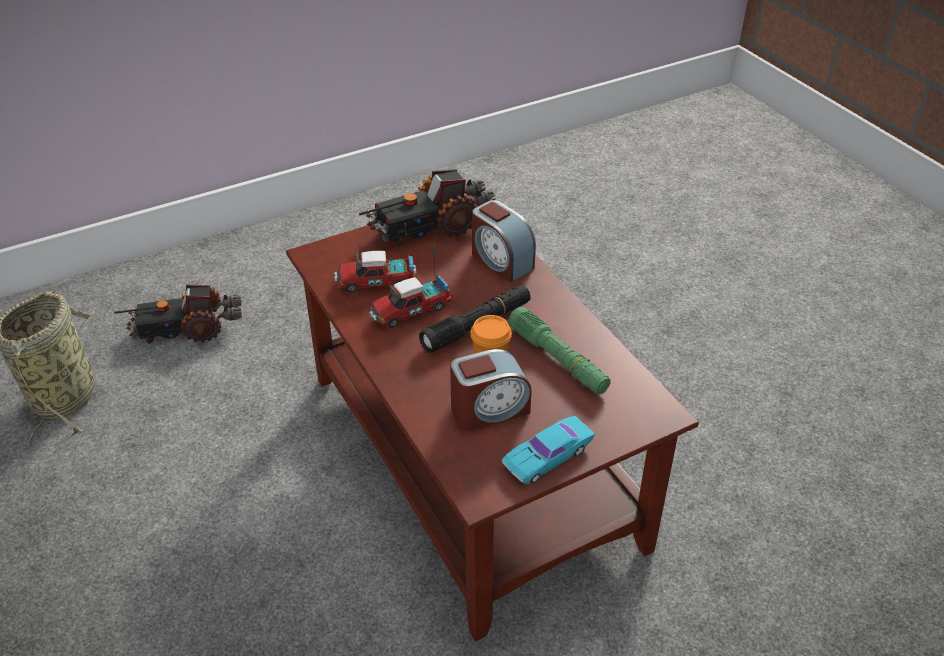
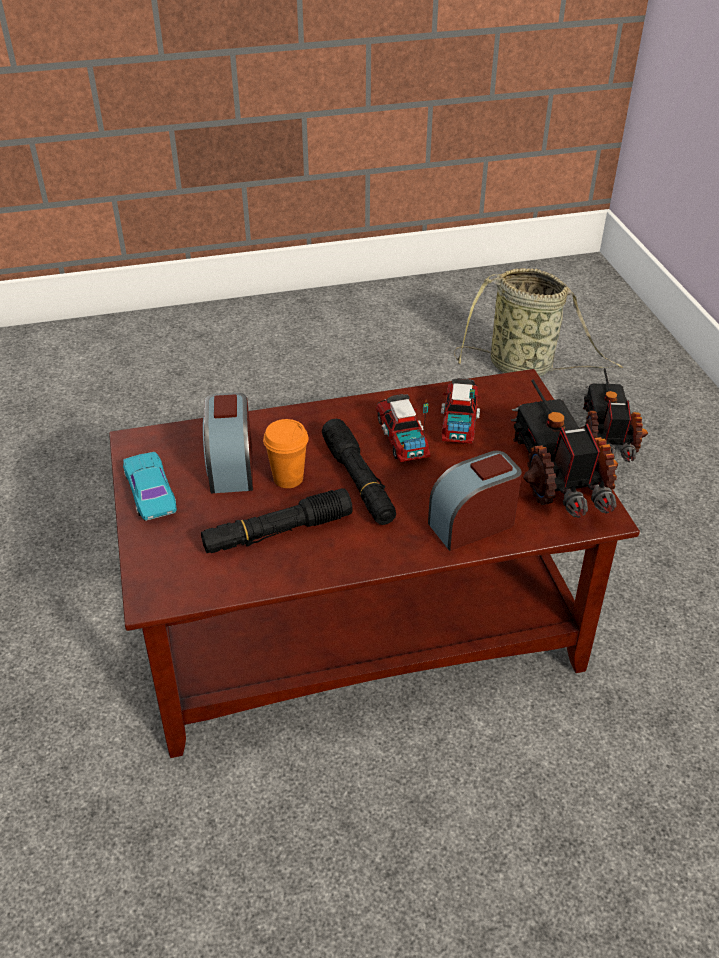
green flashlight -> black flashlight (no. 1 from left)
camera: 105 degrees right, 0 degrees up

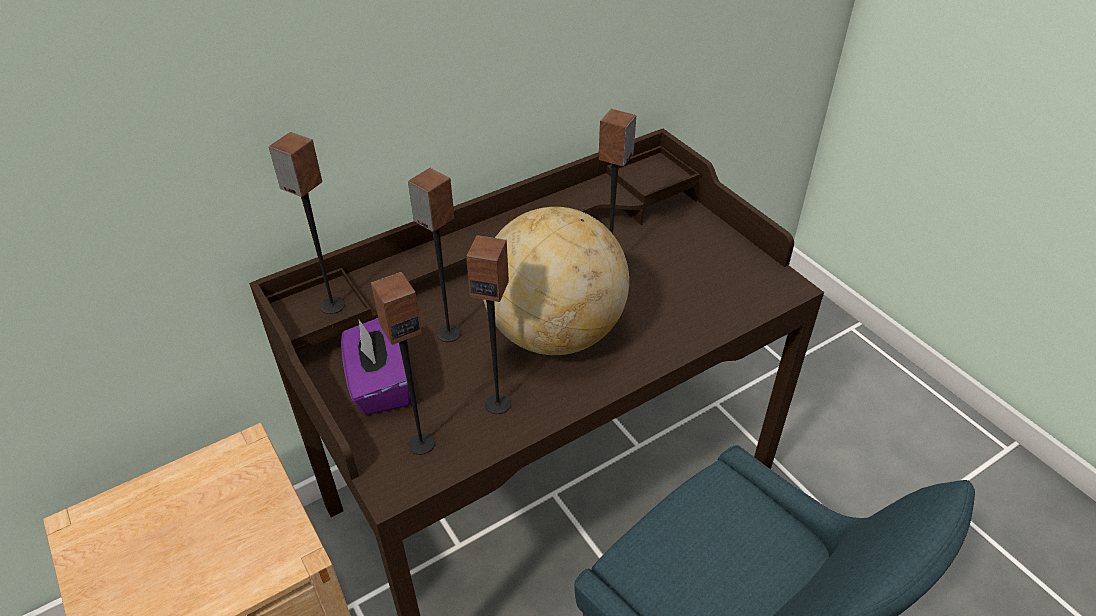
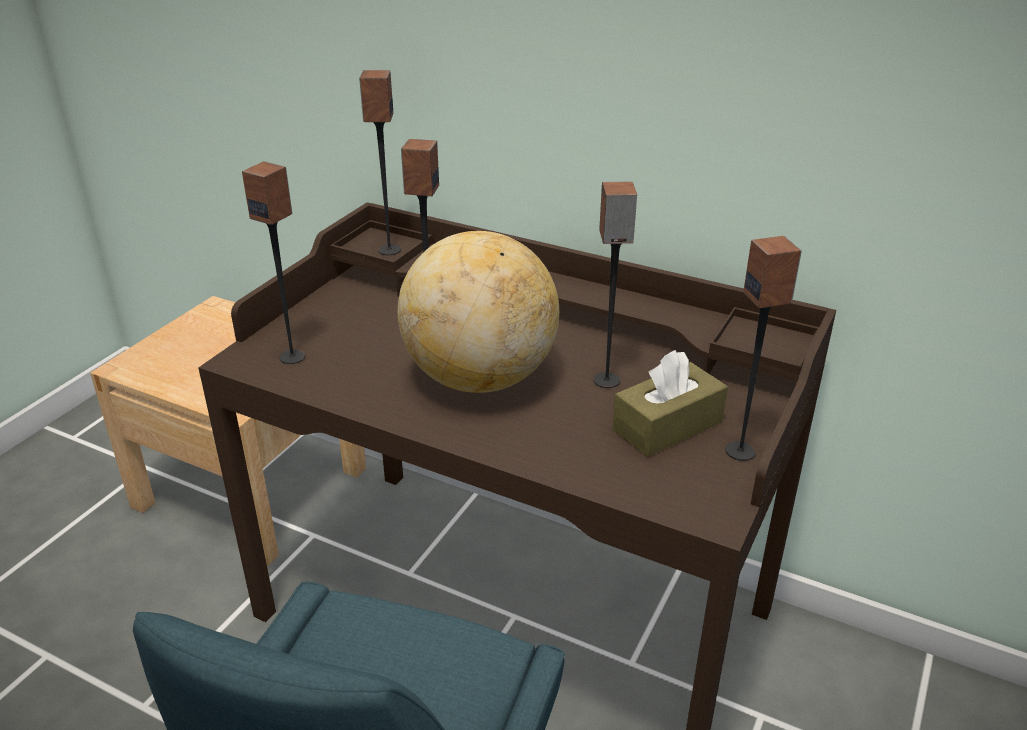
speaker (no. 4 from left in the first image) -> speaker (no. 5 from left), relocated
purple tissue box -> none
none -> brown tissue box
camera: 60 degrees right, 10 degrees down

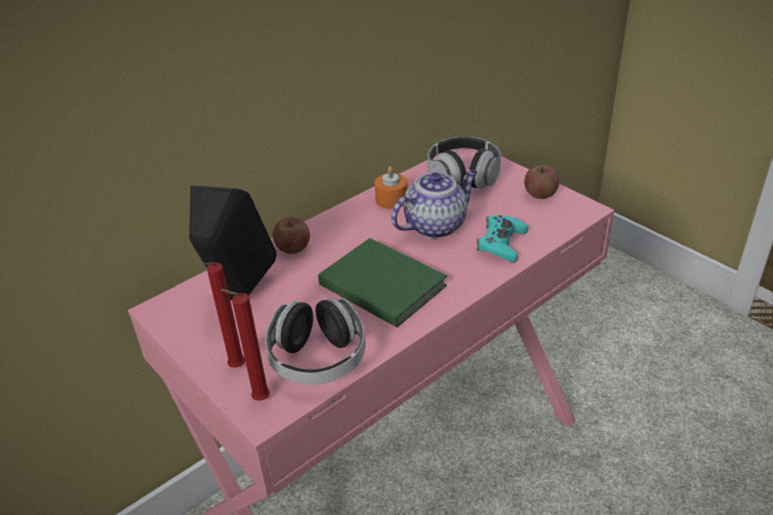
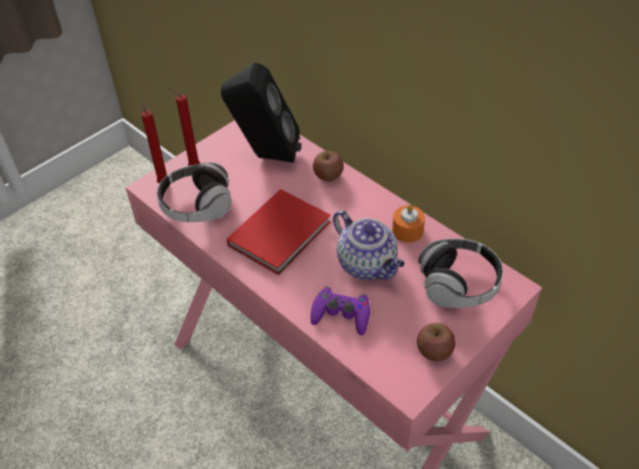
turquoise game controller -> purple game controller
green book -> red book
camera: 85 degrees right, 10 degrees up

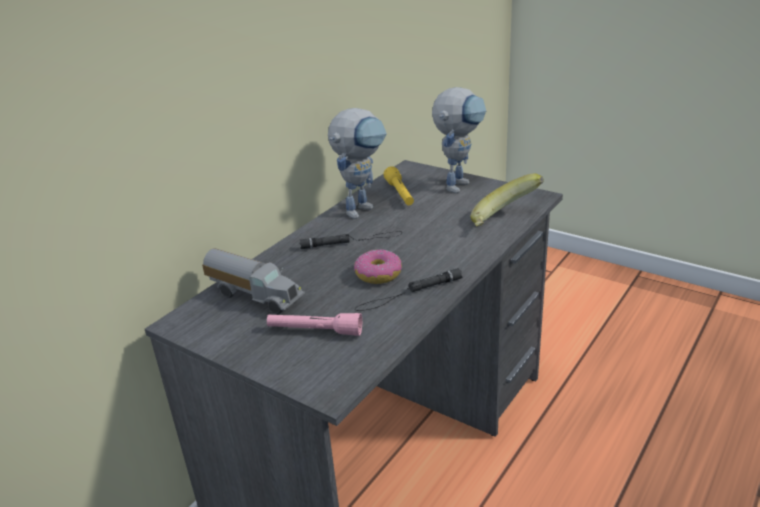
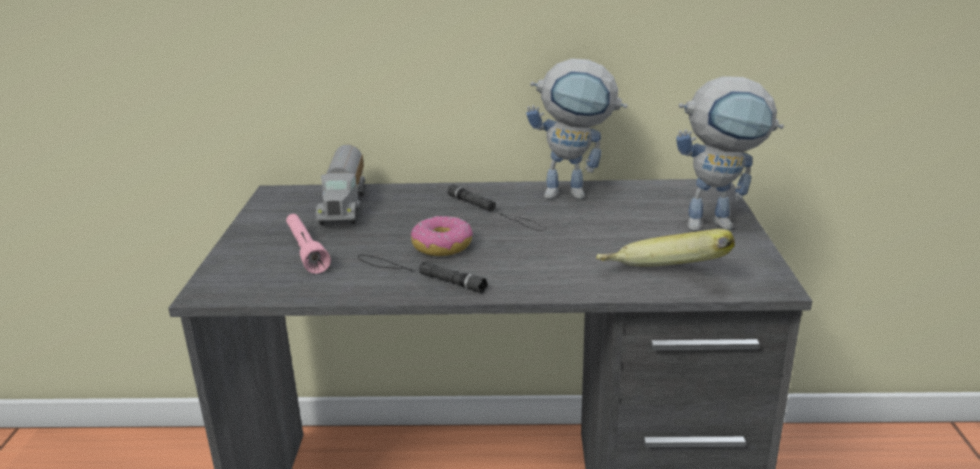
yellow flashlight -> none
camera: 55 degrees right, 5 degrees down

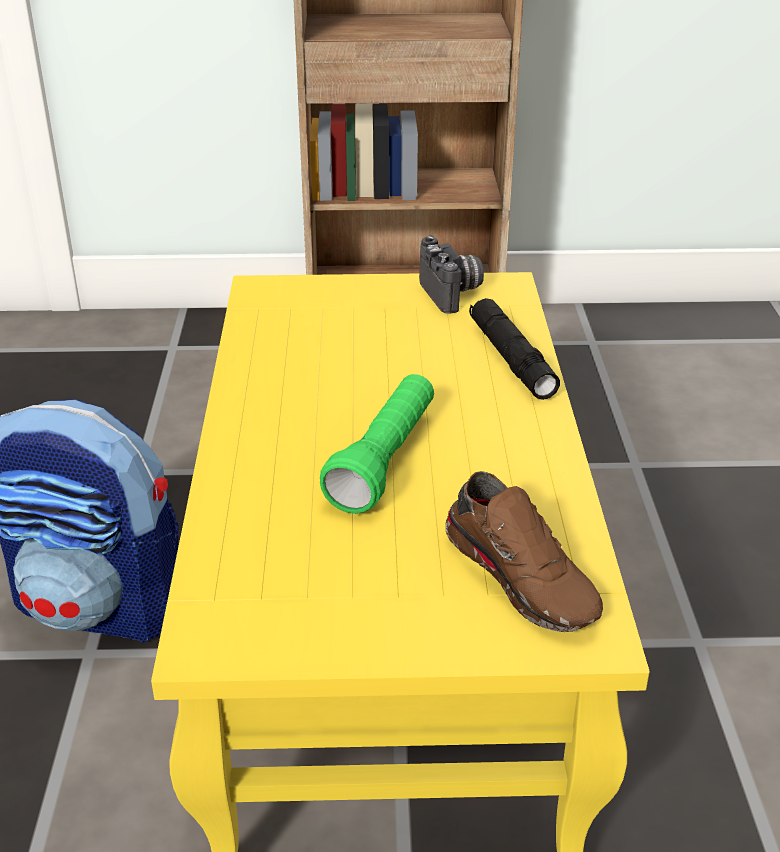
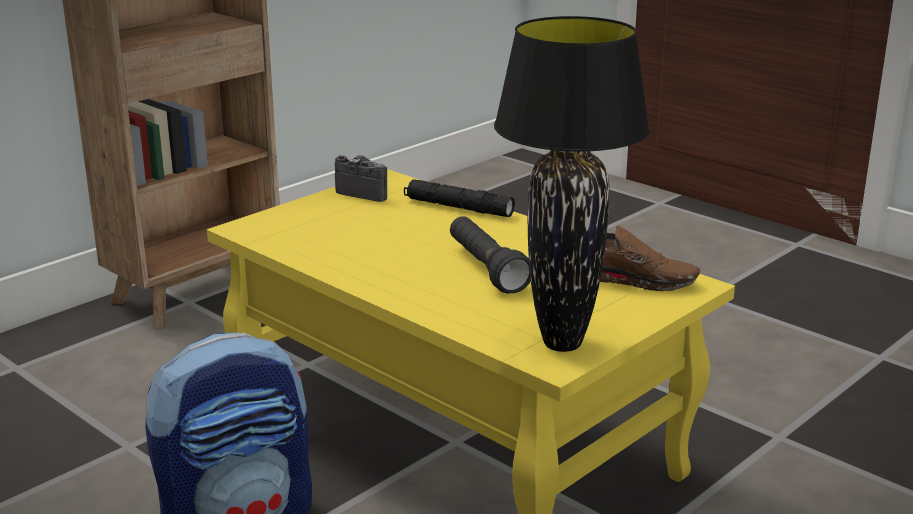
green flashlight -> black flashlight (no. 2 from left)
none -> black table lamp
camera: 45 degrees left, 10 degrees down

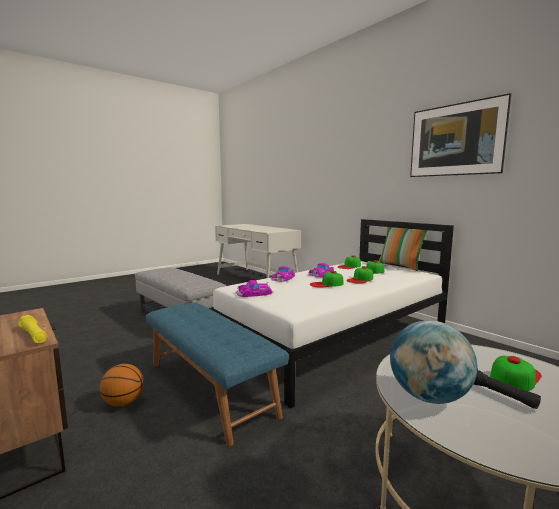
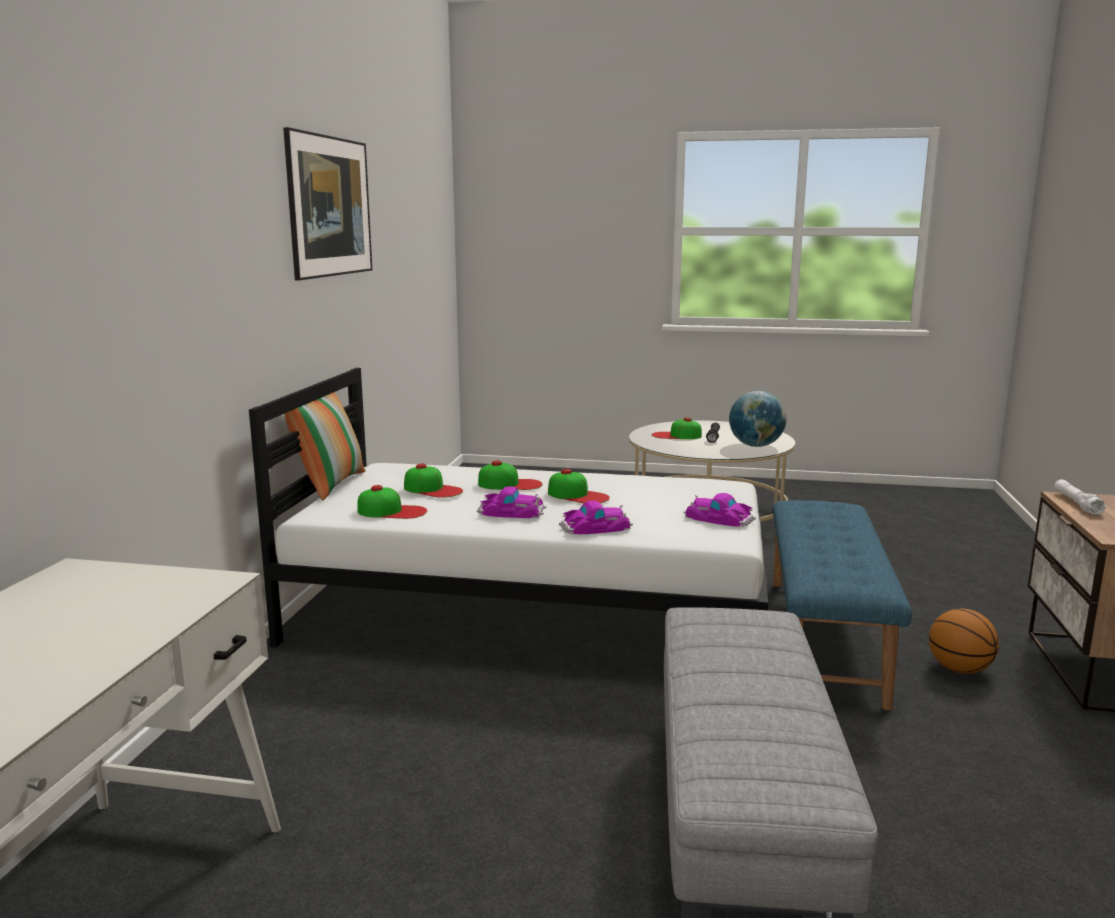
yellow flashlight -> white flashlight
camera: 130 degrees left, 5 degrees up

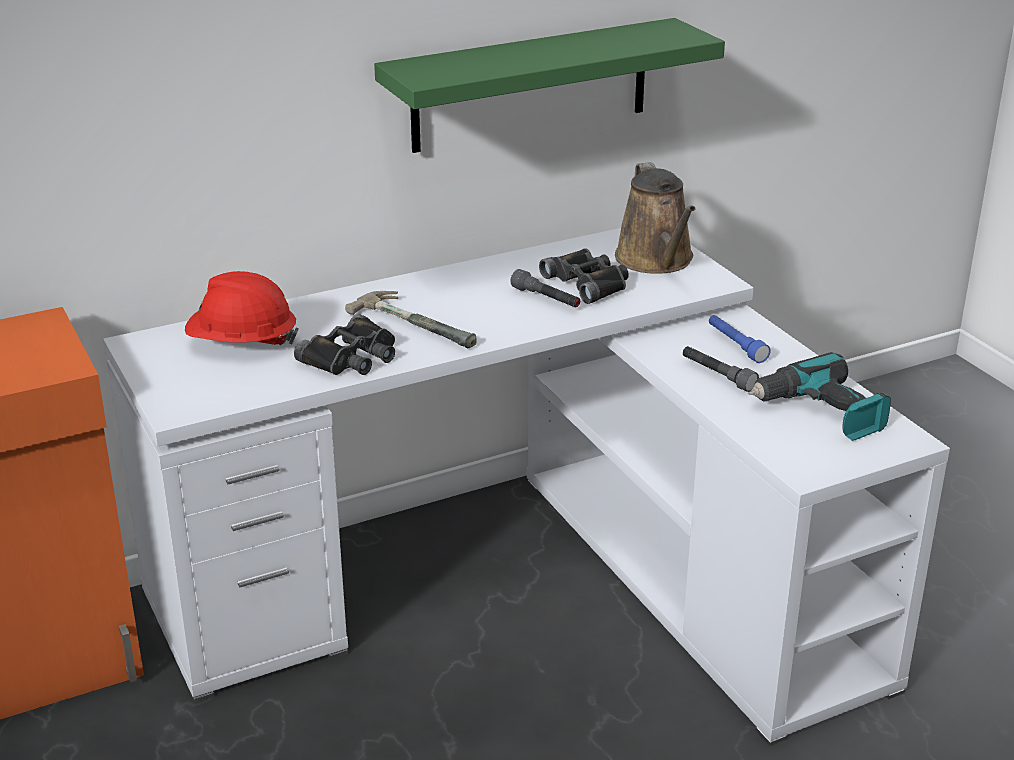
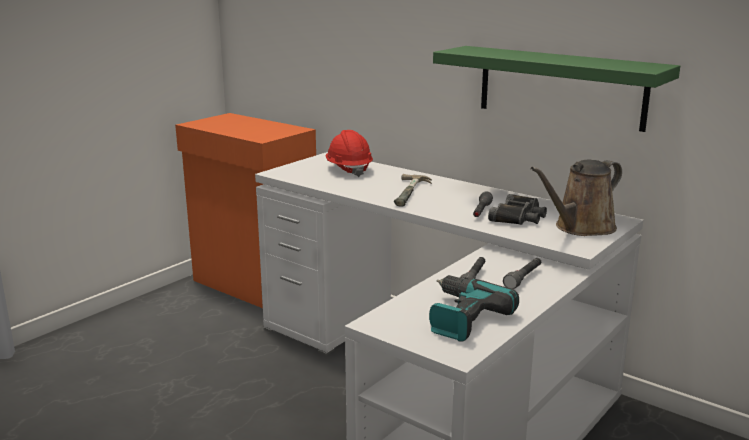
black binoculars (no. 1 from left) -> none
blue flashlight -> grey flashlight (no. 3 from left)
camera: 65 degrees right, 10 degrees down

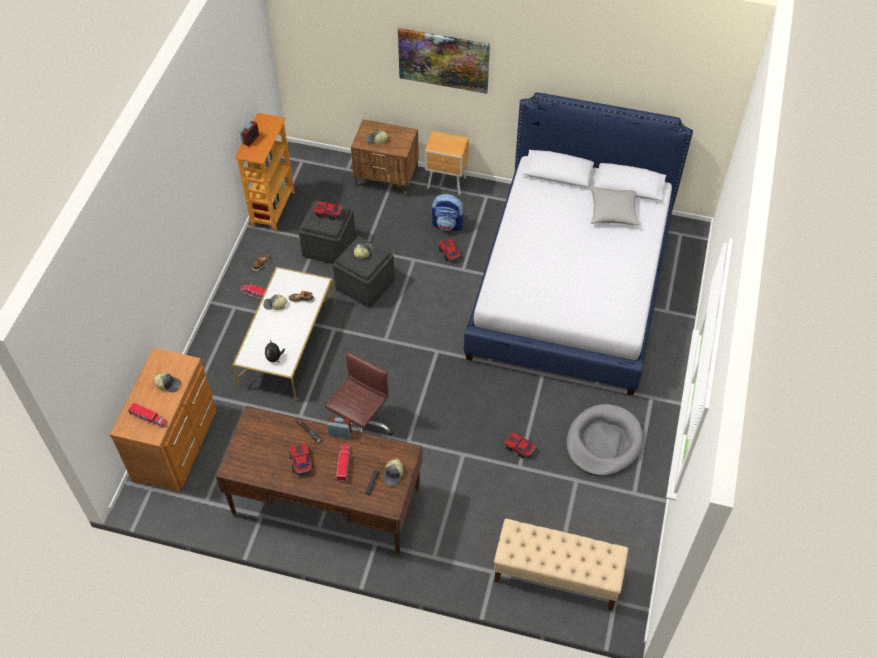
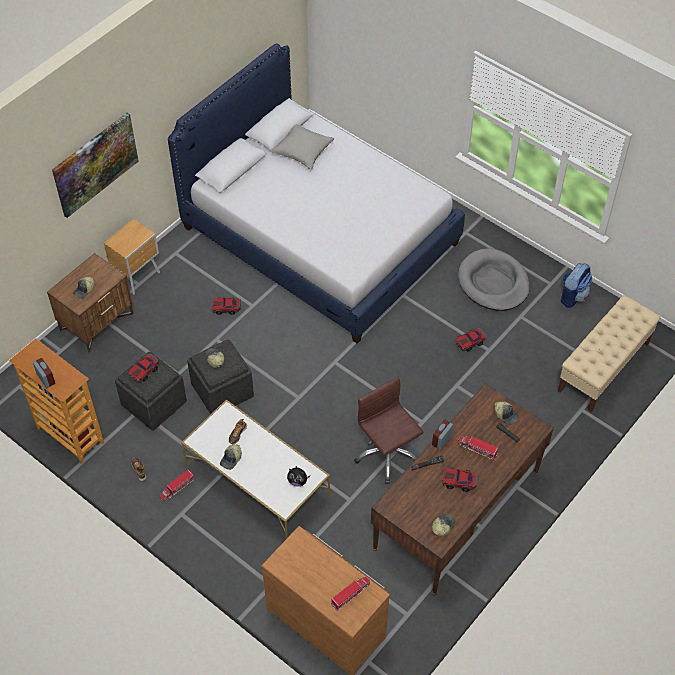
backpack, relocated
cap (no. 1 from left in the first image) -> cap (no. 4 from left), relocated
camera: 65 degrees left, 0 degrees up

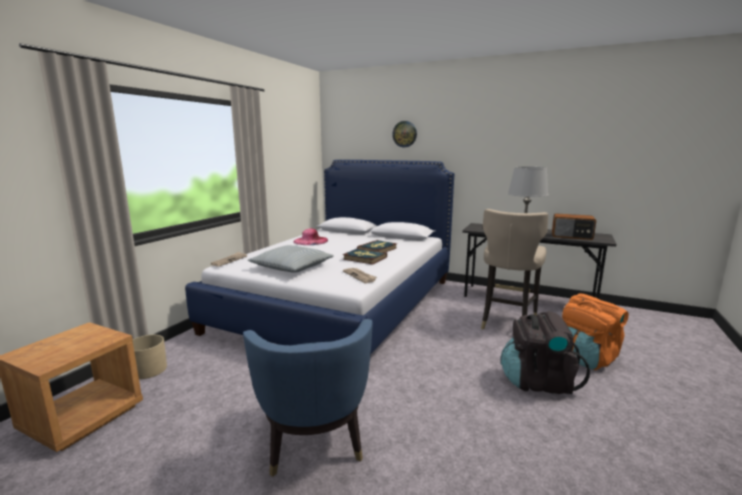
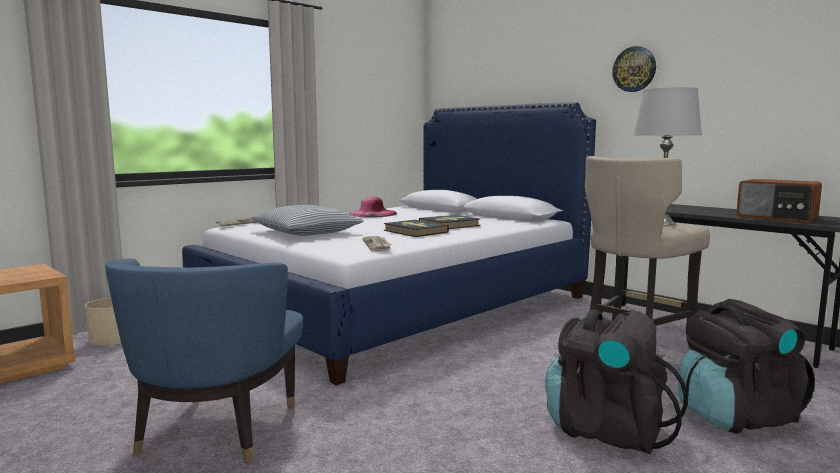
wall clock, relocated
orange backpack -> black backpack (no. 2 from left)
camera: 20 degrees right, 5 degrees down

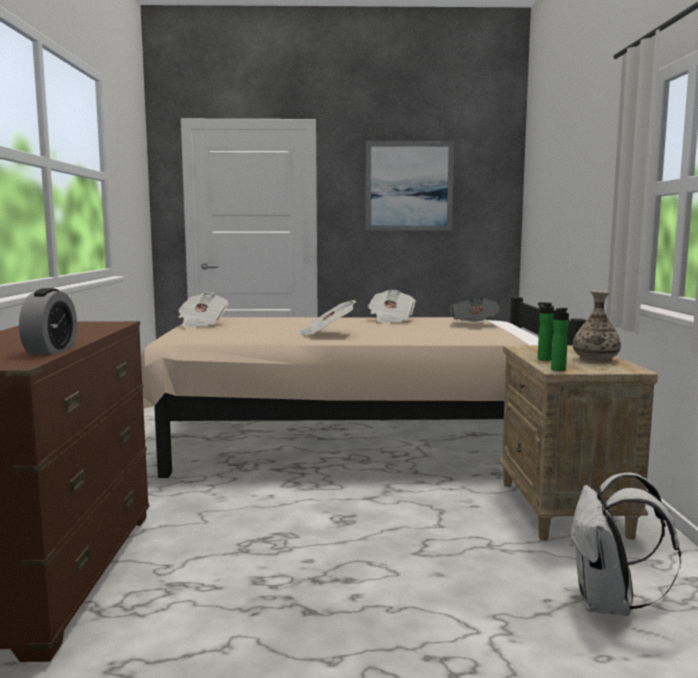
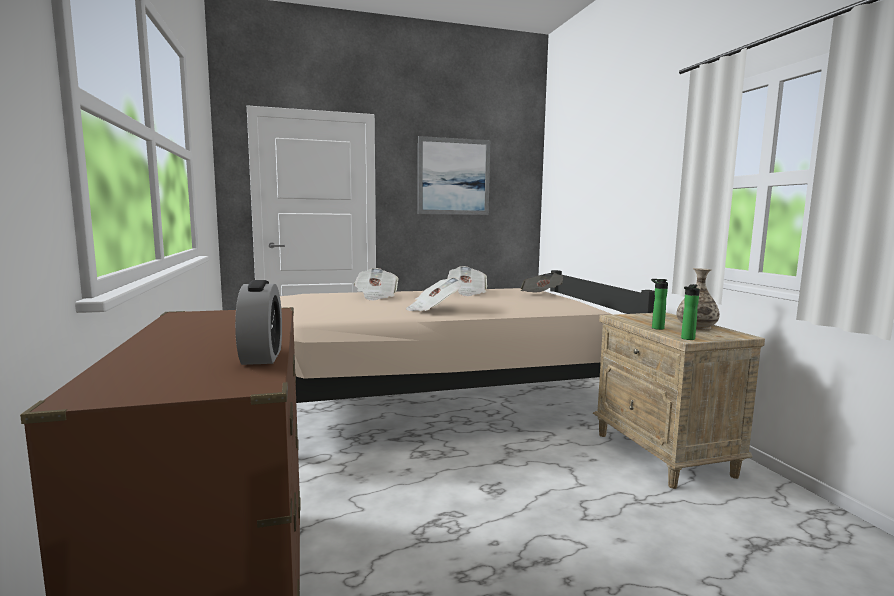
newspaper (no. 1 from left), relocated
white backpack -> none
camera: 15 degrees left, 0 degrees up

